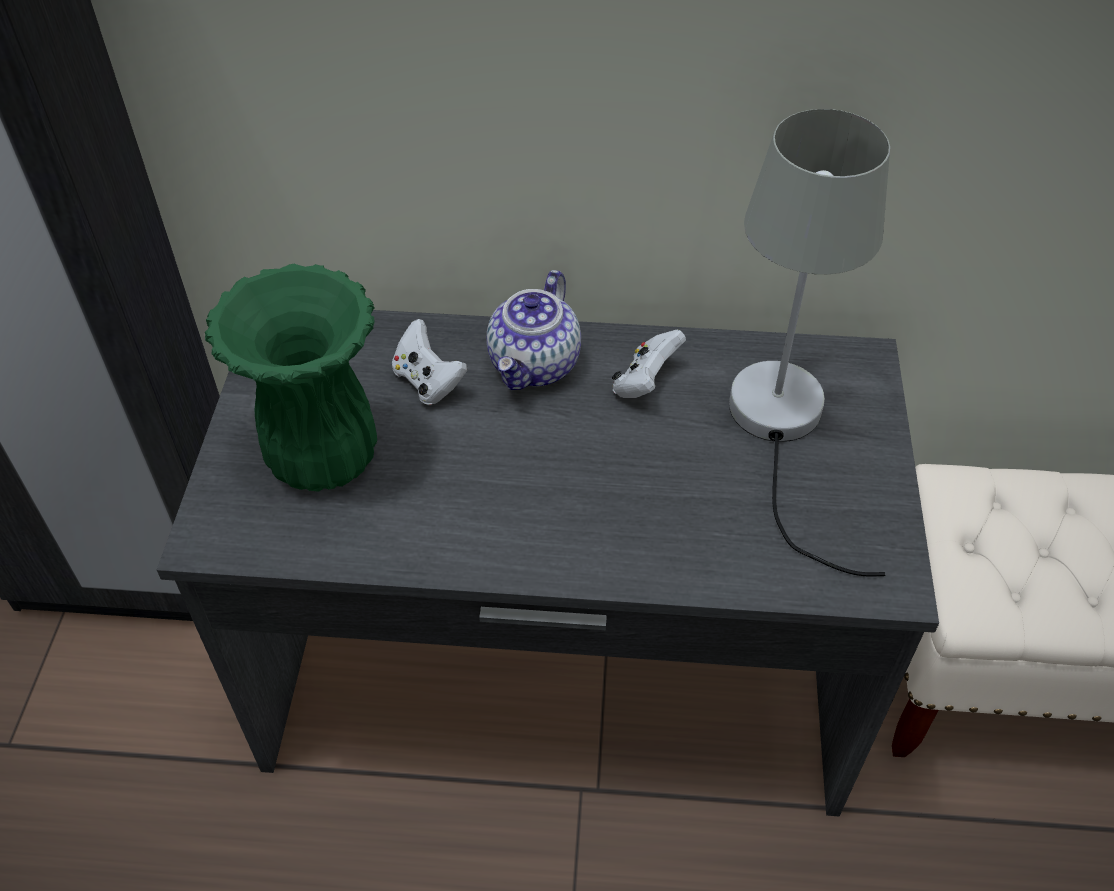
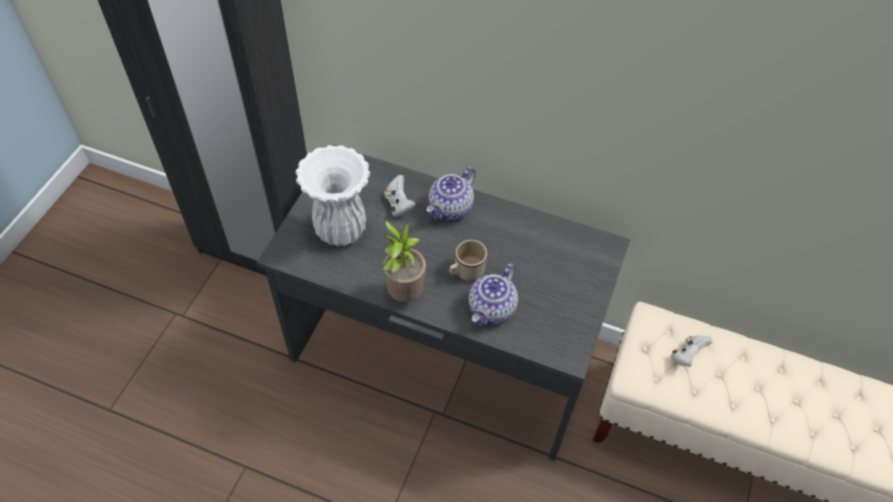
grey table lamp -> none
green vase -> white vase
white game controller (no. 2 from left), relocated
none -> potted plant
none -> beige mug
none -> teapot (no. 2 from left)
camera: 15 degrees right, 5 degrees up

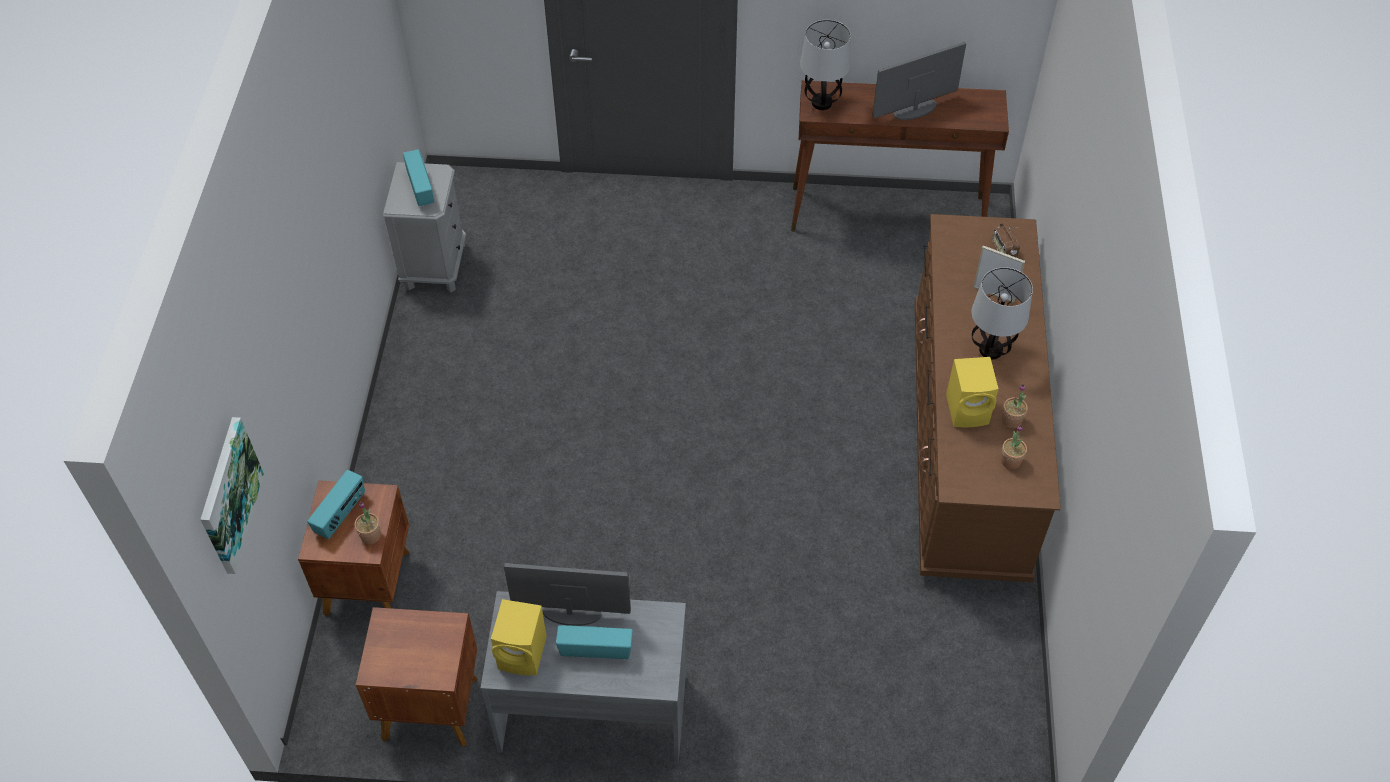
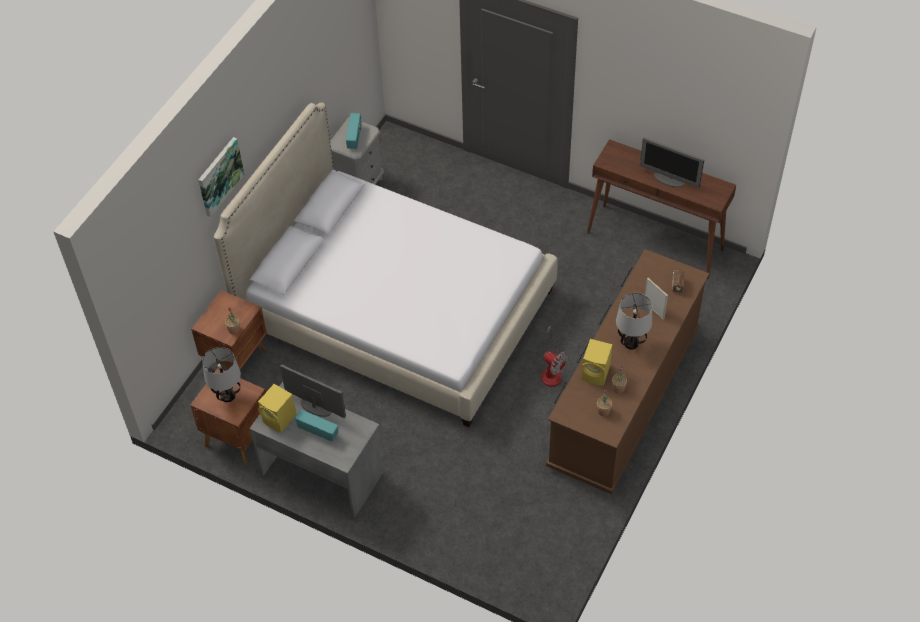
table lamp (no. 1 from left), relocated
monitor (no. 2 from left), 150 degrees counterclockwise
picture, relocated
radio (no. 1 from left) -> none
none -> bed
none -> fan
camera: 25 degrees right, 0 degrees up

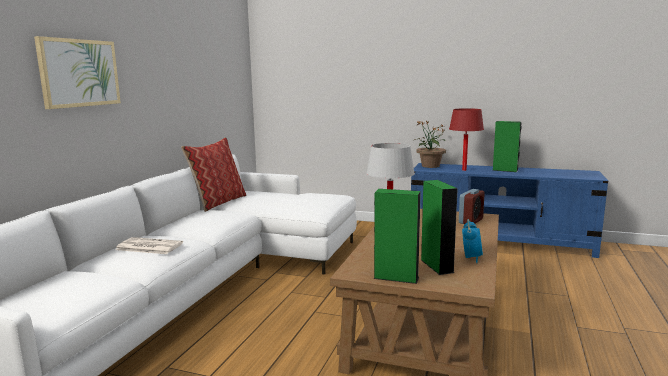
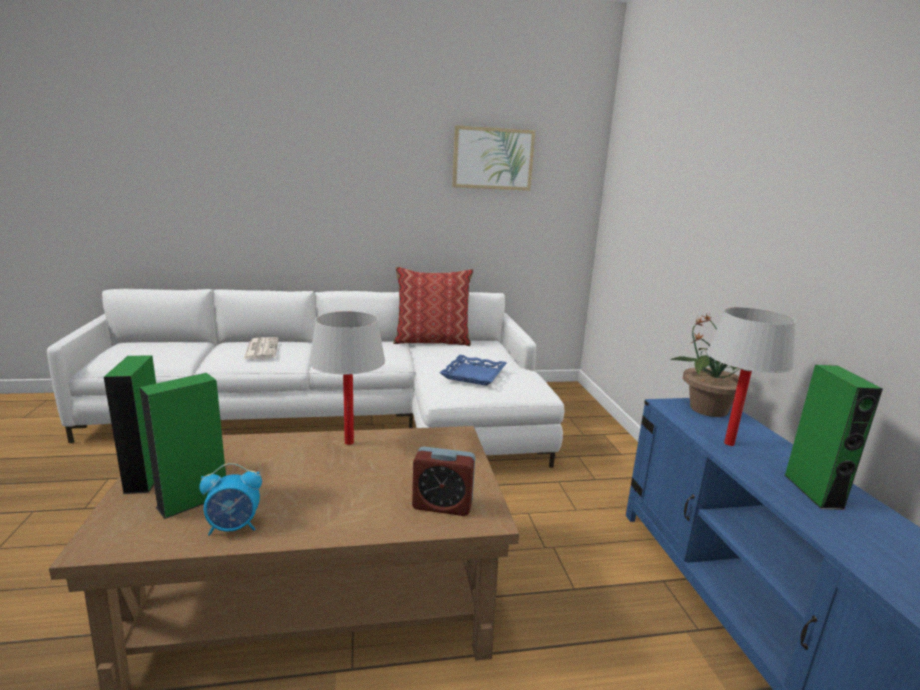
picture, relocated
red table lamp -> white table lamp (no. 2 from left)
none -> blue tray
camera: 60 degrees right, 5 degrees up

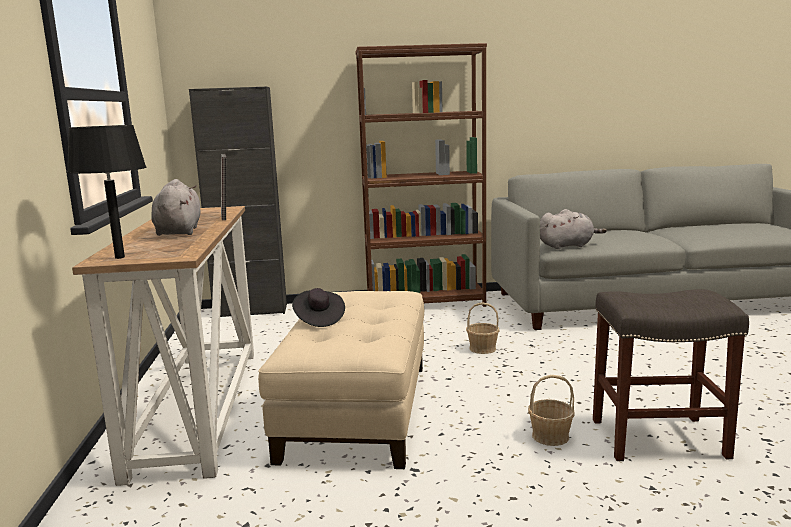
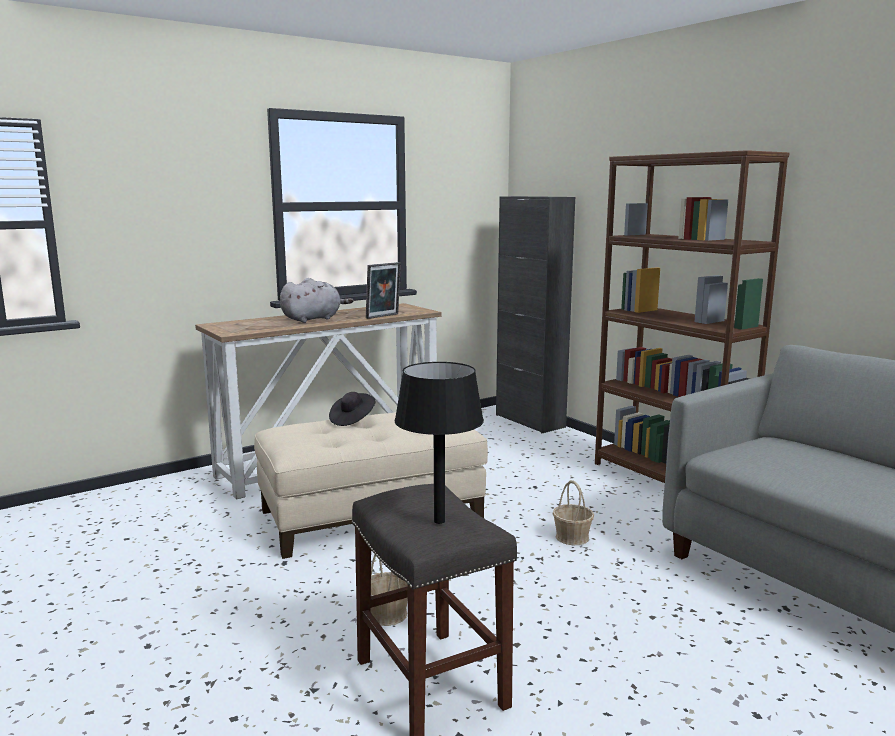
black table lamp, relocated
grey plush toy (no. 2 from left) -> none
camera: 60 degrees right, 0 degrees up

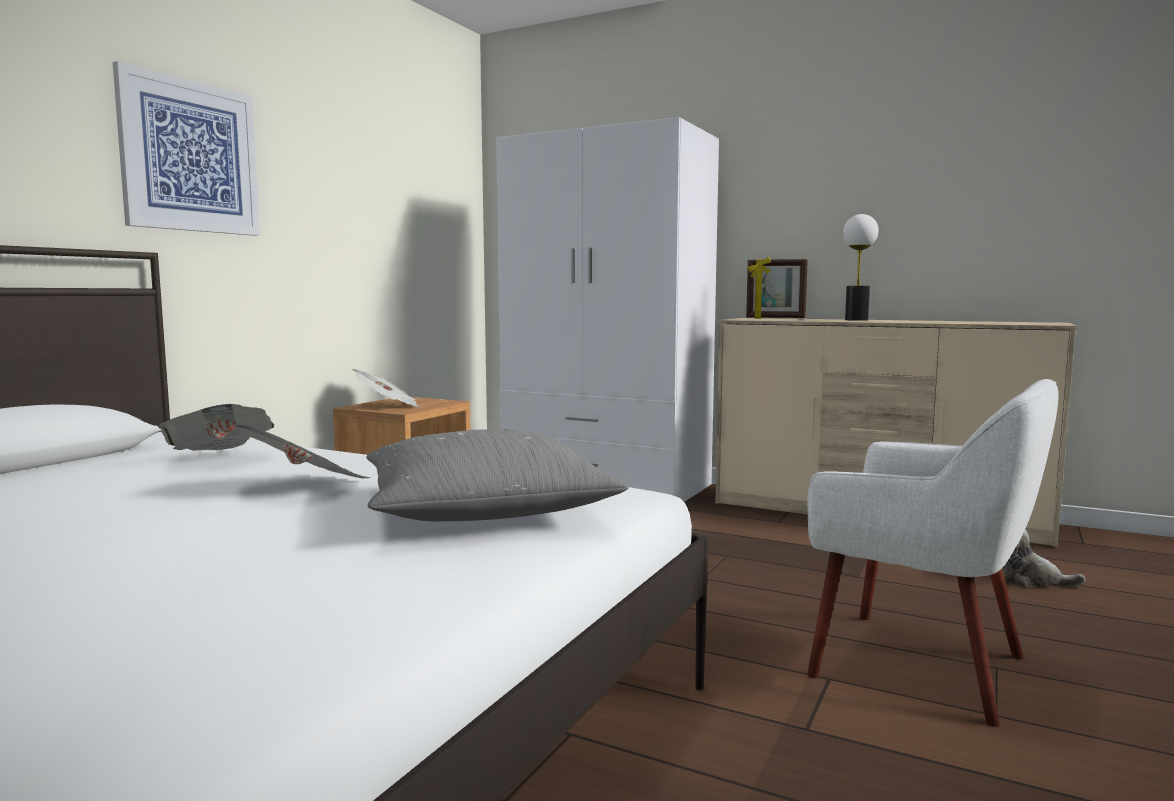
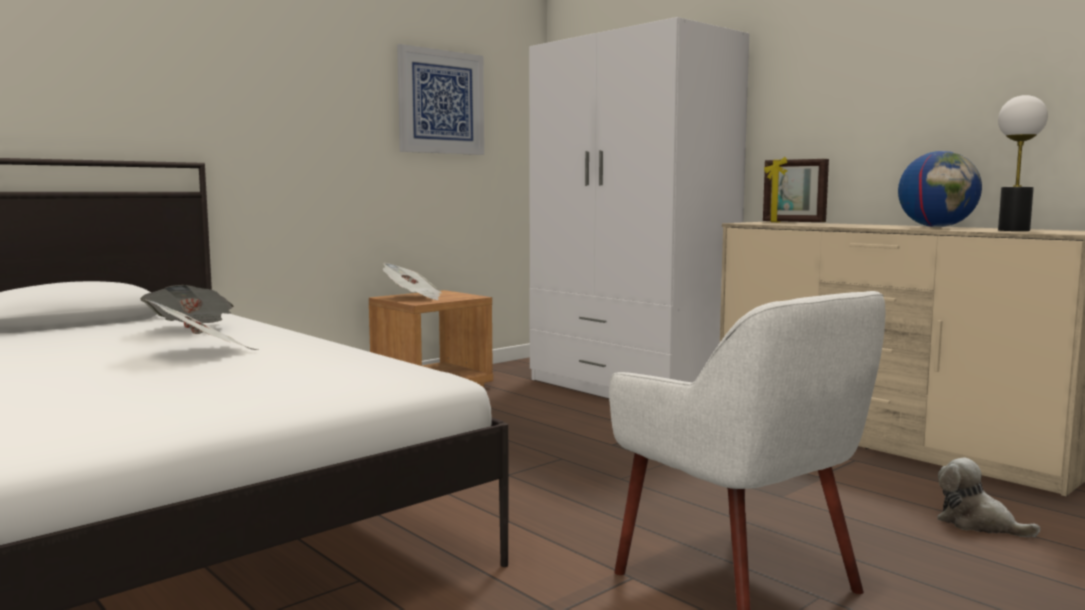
picture, relocated
table lamp, relocated
grey pillow -> none
none -> globe
camera: 20 degrees right, 0 degrees up

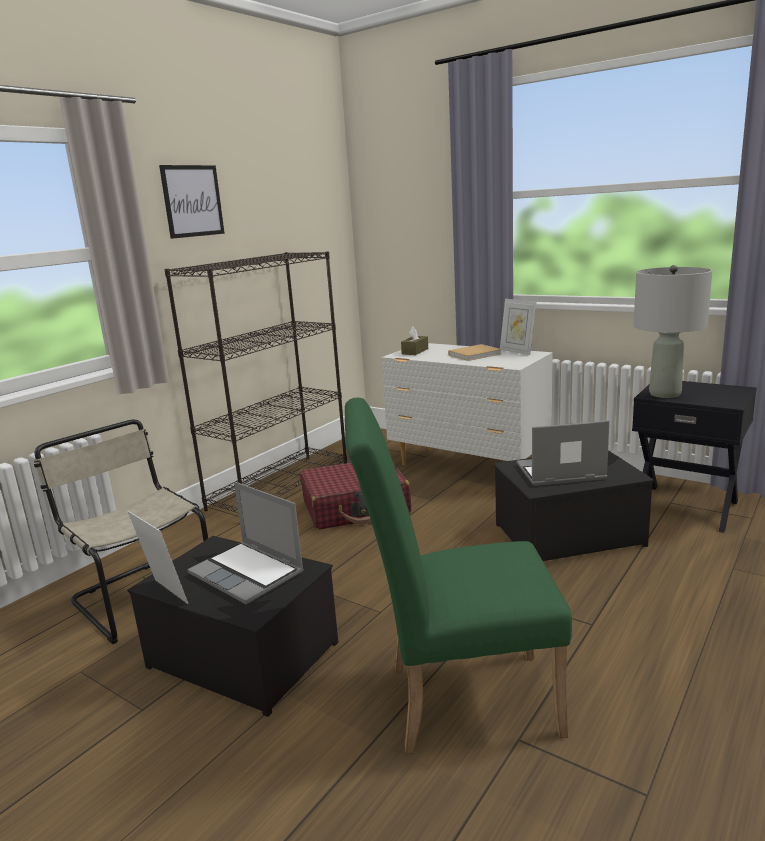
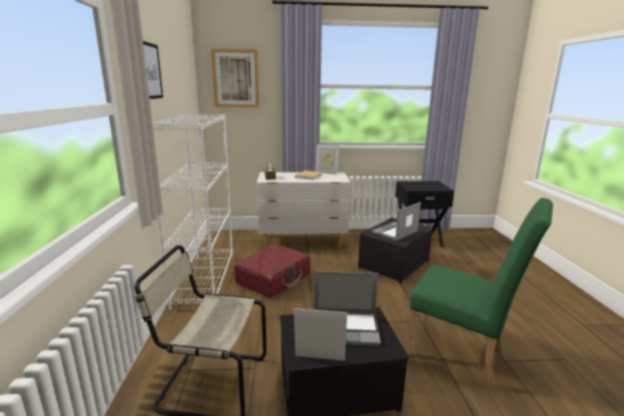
black bookcase -> white bookcase
grey table lamp -> none
green chair, 105 degrees counterclockwise
none -> picture (no. 2 from left)
camera: 40 degrees left, 0 degrees up

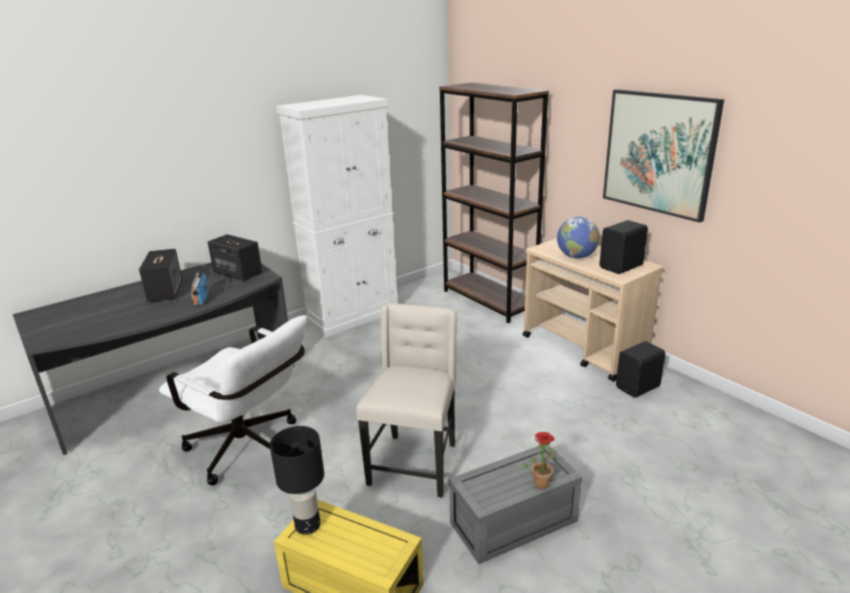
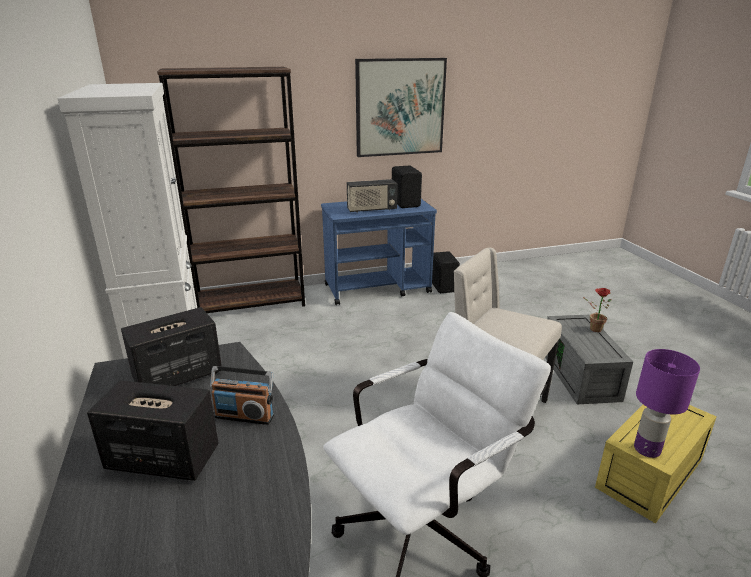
globe -> radio (no. 2 from left)
beige cart -> blue cart
black table lamp -> purple table lamp
camera: 70 degrees left, 0 degrees up

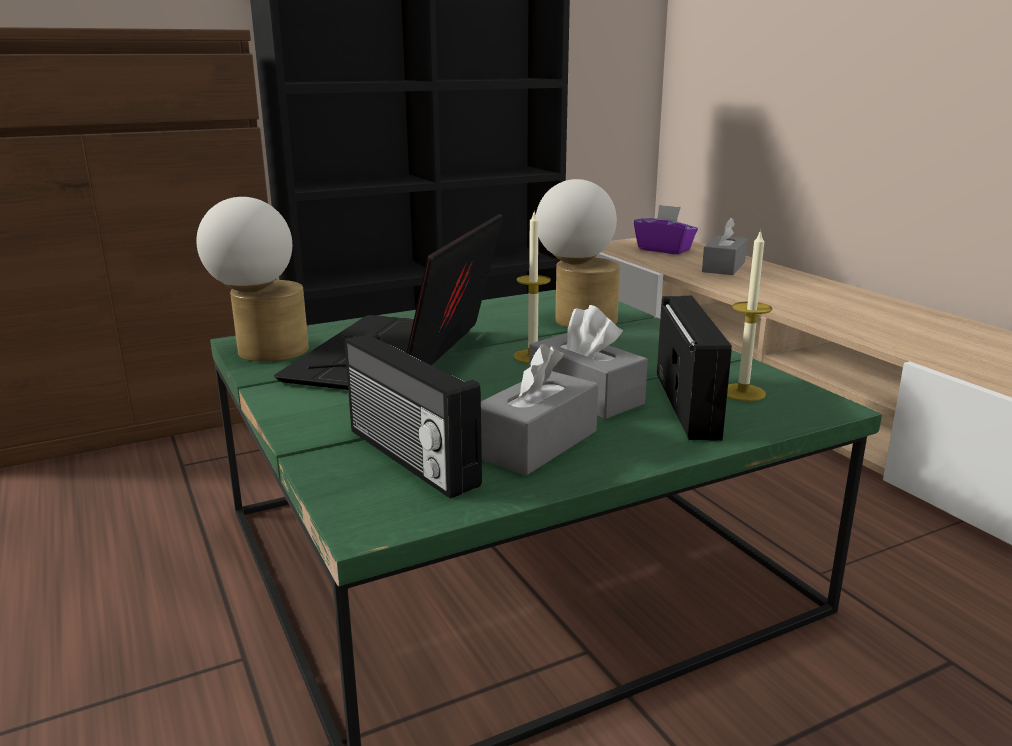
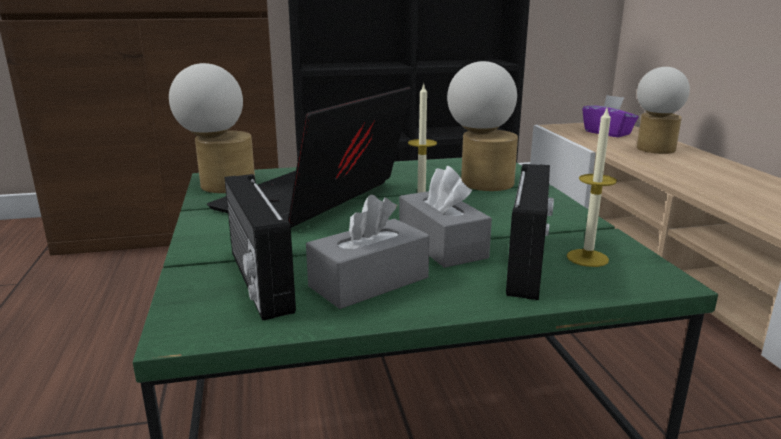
grey tissue box (no. 3 from left) -> table lamp (no. 3 from left)
camera: 15 degrees right, 0 degrees up

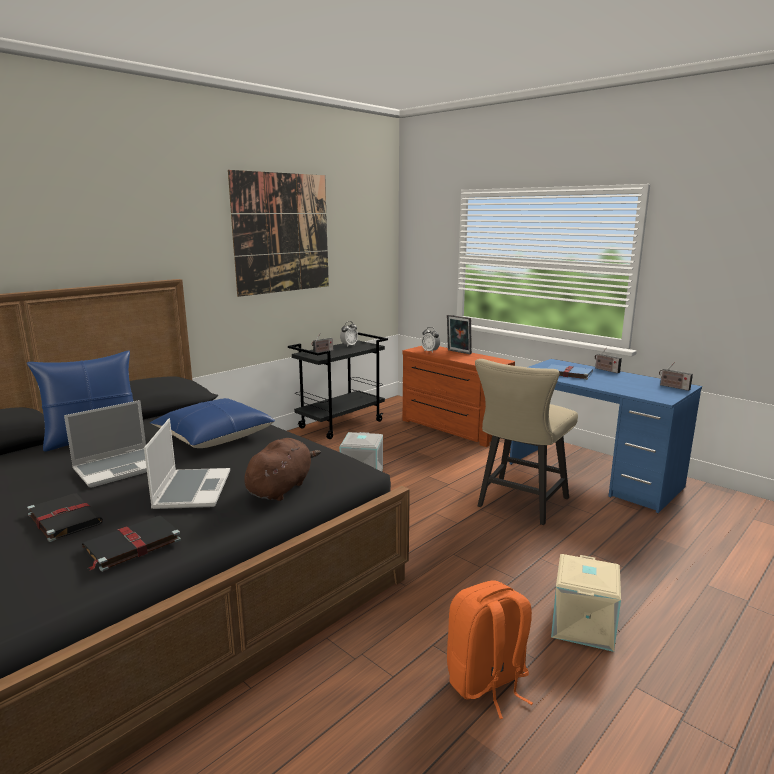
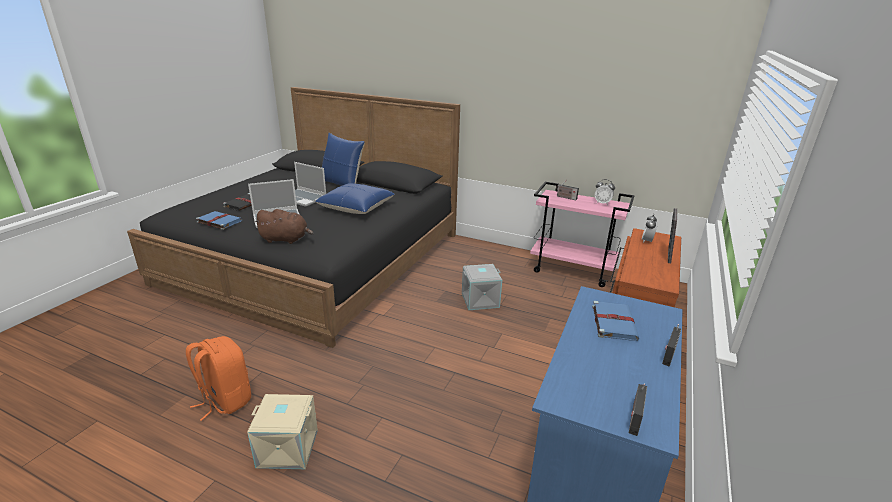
picture -> none
black cart -> pink cart
beige chair -> none
black book (no. 2 from left) -> blue book (no. 1 from left)
camera: 70 degrees right, 10 degrees up

